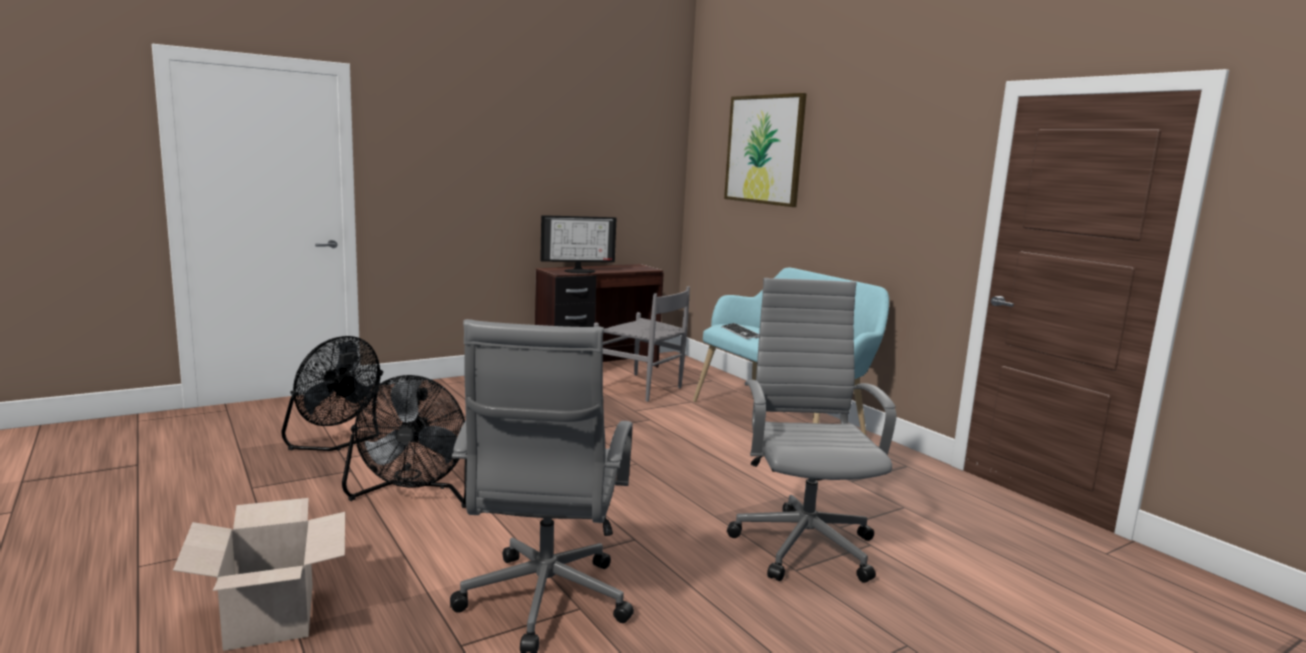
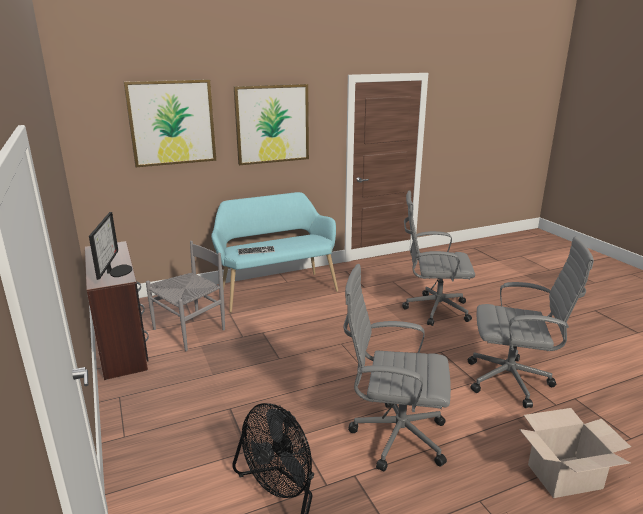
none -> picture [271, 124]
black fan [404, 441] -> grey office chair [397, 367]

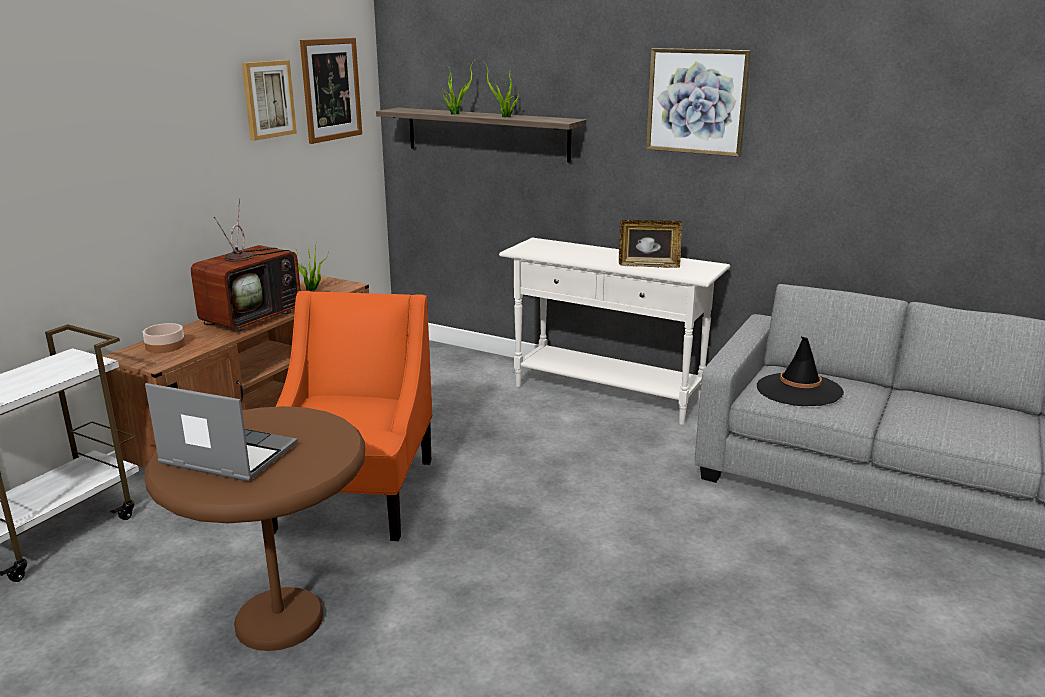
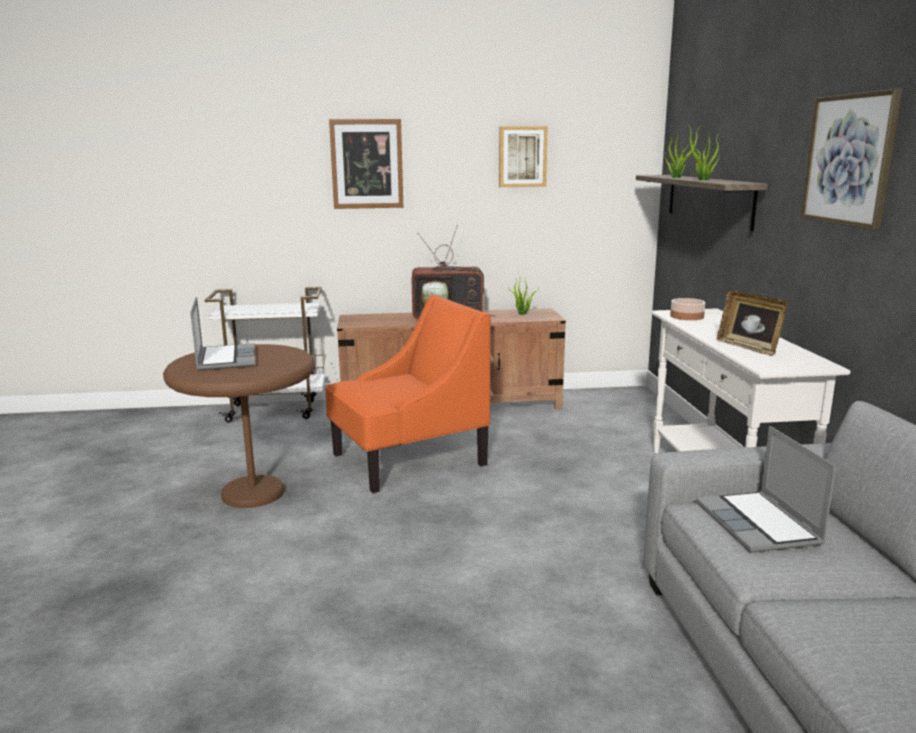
bowl [164, 338] -> bowl [687, 309], relocated
picture [331, 91] -> picture [366, 164], relocated
black hat [800, 371] -> laptop [766, 489]

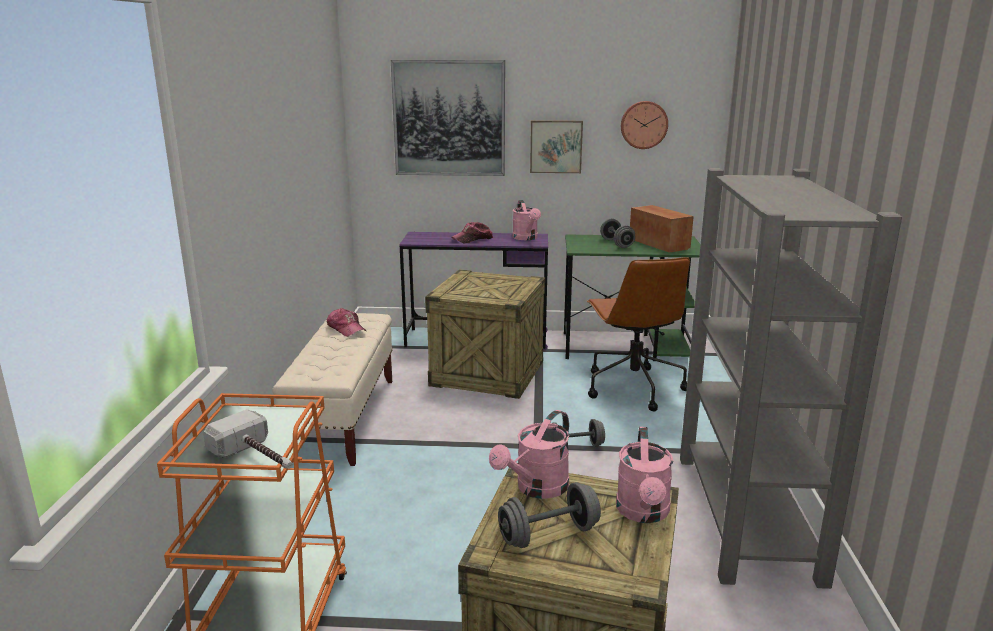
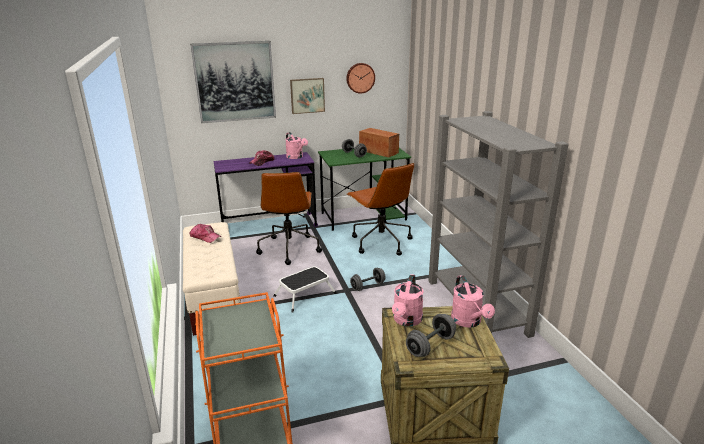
hammer [248, 439] -> none
none -> black step ladder [305, 289]
crate [485, 334] -> brown office chair [289, 218]

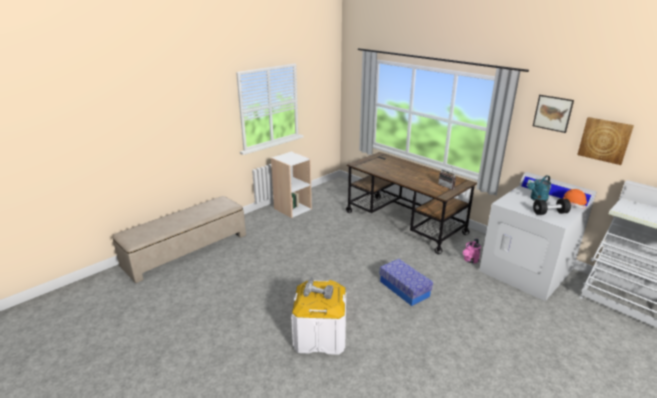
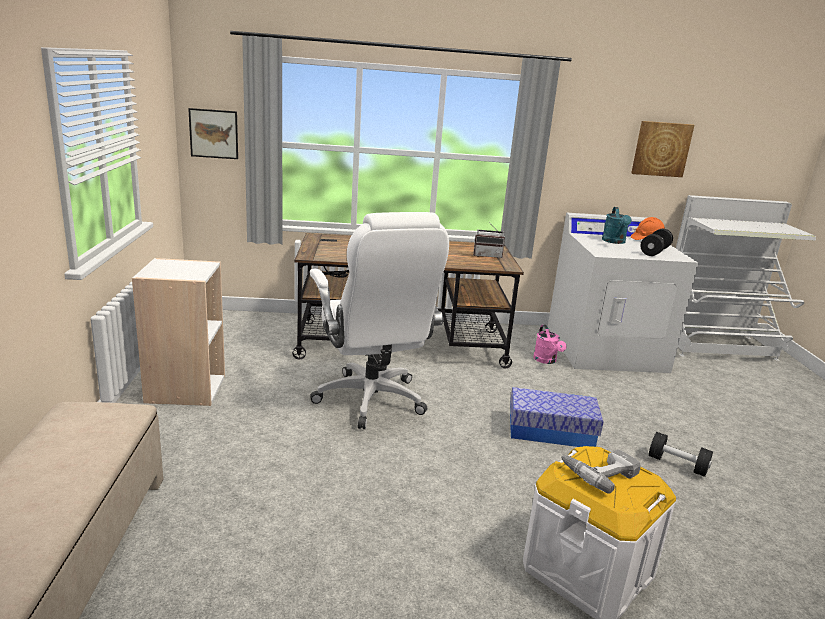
none -> white office chair [379, 320]
none -> black dumbbell [681, 454]
picture [553, 114] -> picture [213, 133], relocated

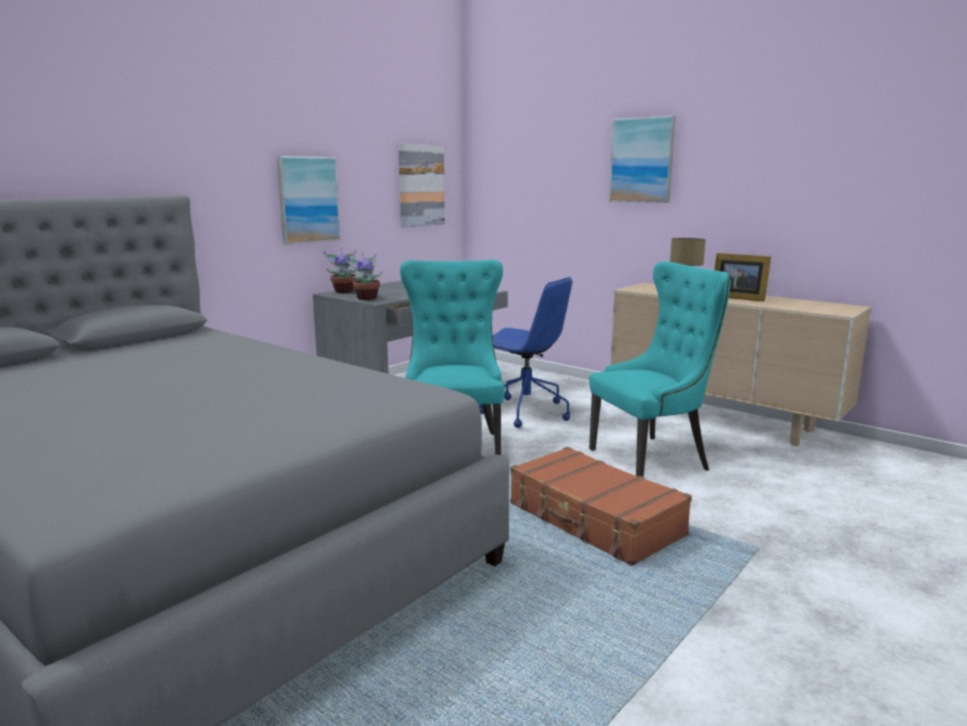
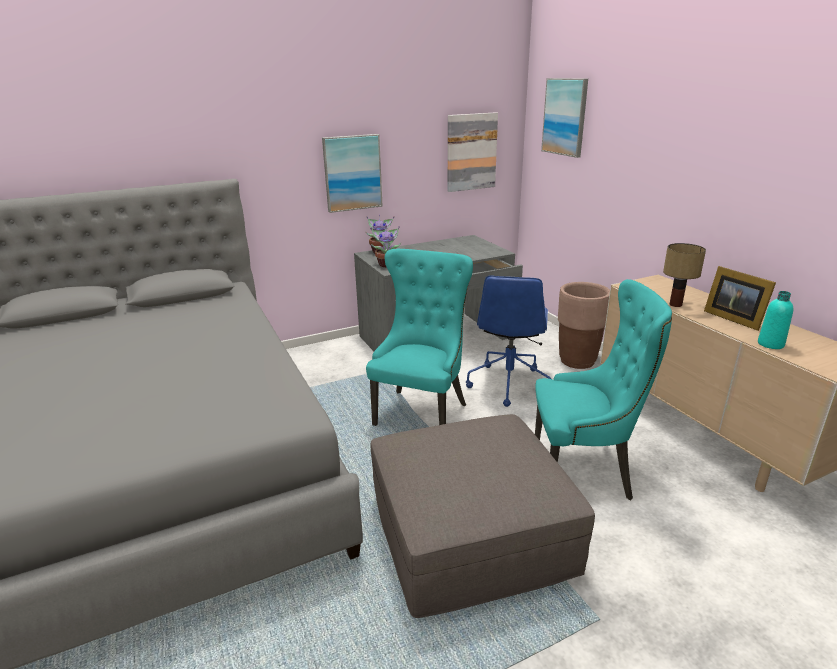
none -> brown planter [584, 325]
none -> turquoise bottle [775, 320]
picture [642, 159] -> picture [564, 118], relocated
brown suitcase [601, 506] -> grey ottoman [483, 516]
blue office chair [525, 352] -> blue office chair [508, 341], 45 degrees clockwise

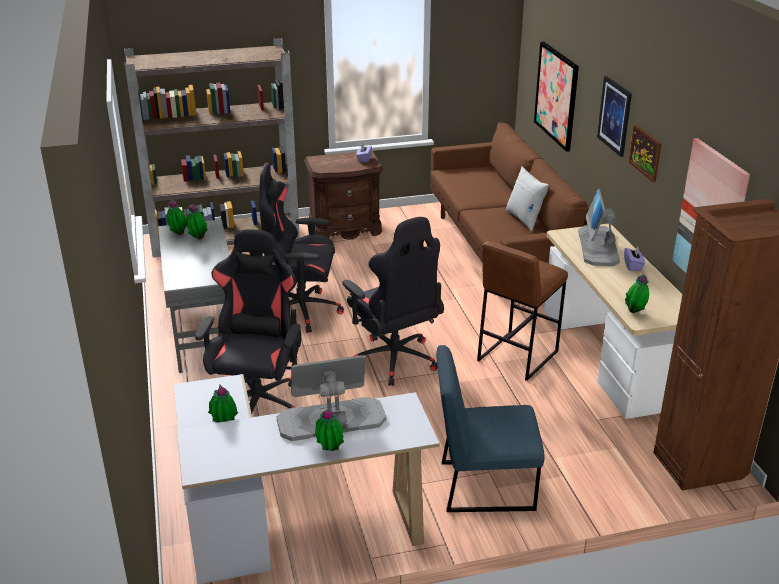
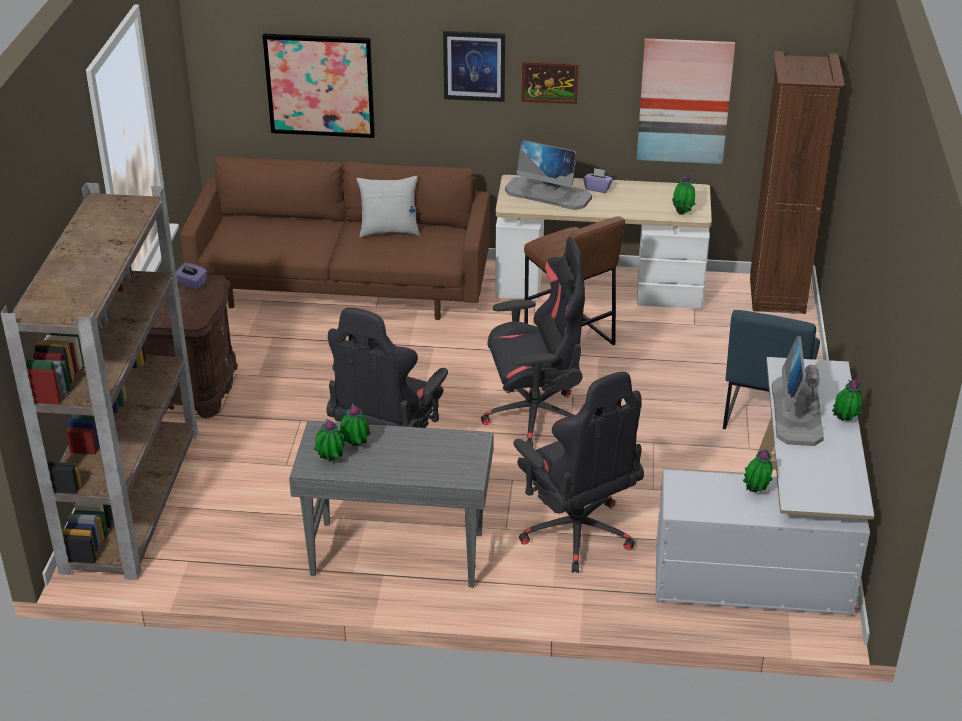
black office chair [248, 321] -> black office chair [579, 472], 150 degrees counterclockwise

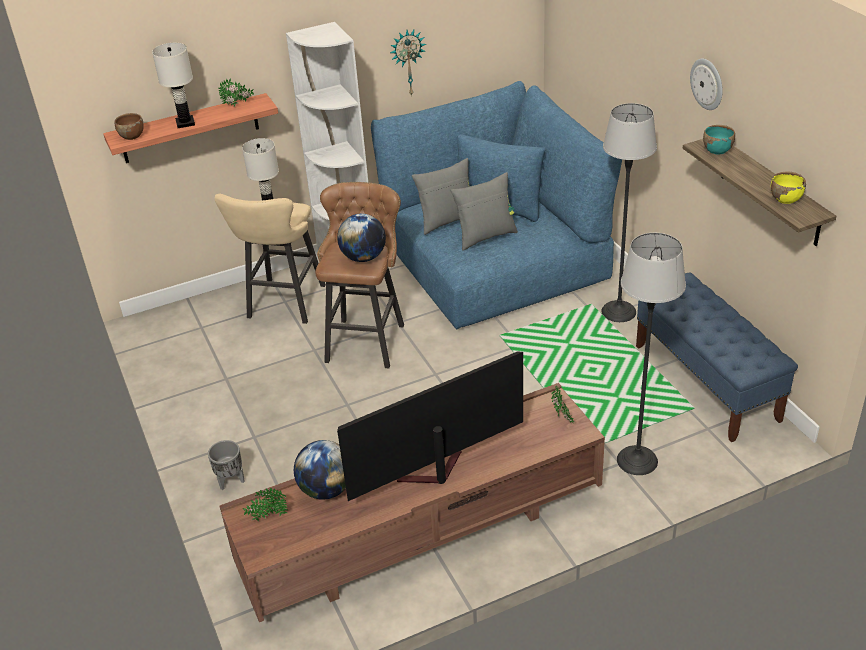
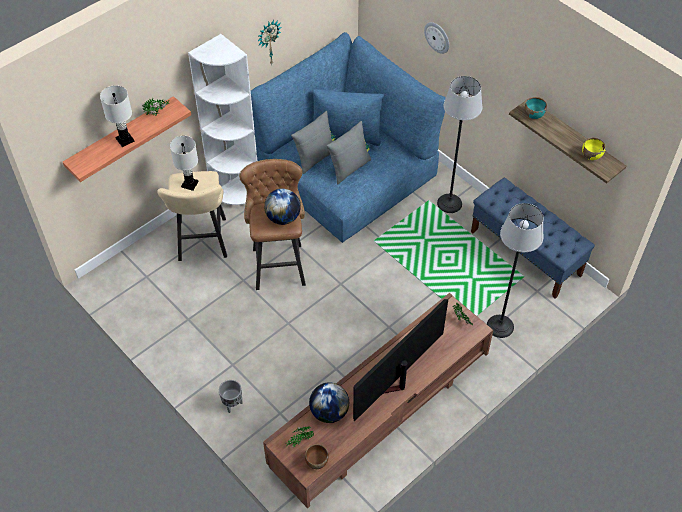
brown bowl [128, 126] -> brown bowl [317, 456], relocated
wall clock [706, 84] -> wall clock [436, 38], relocated

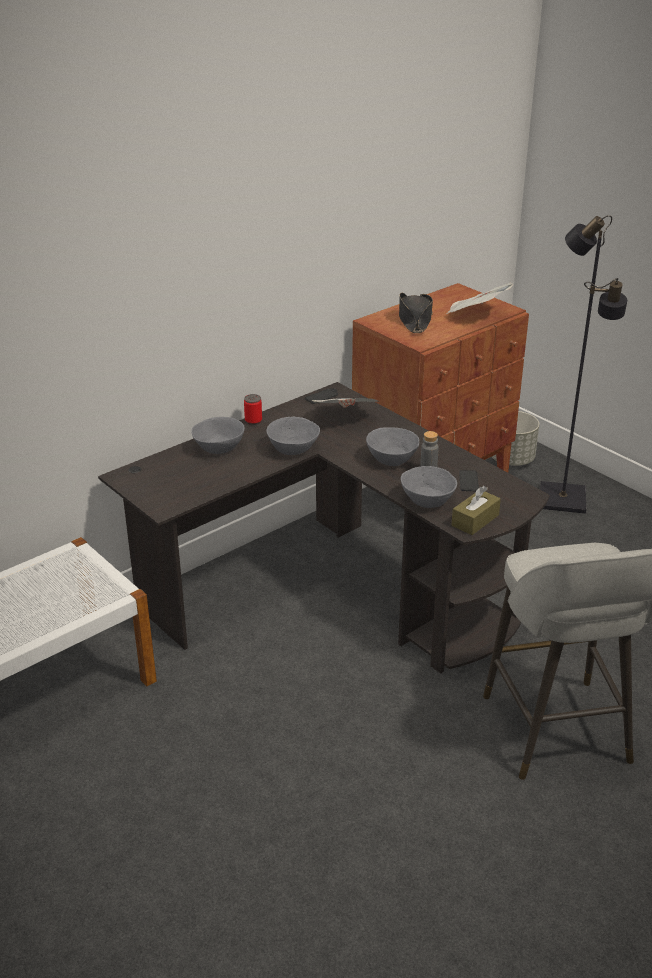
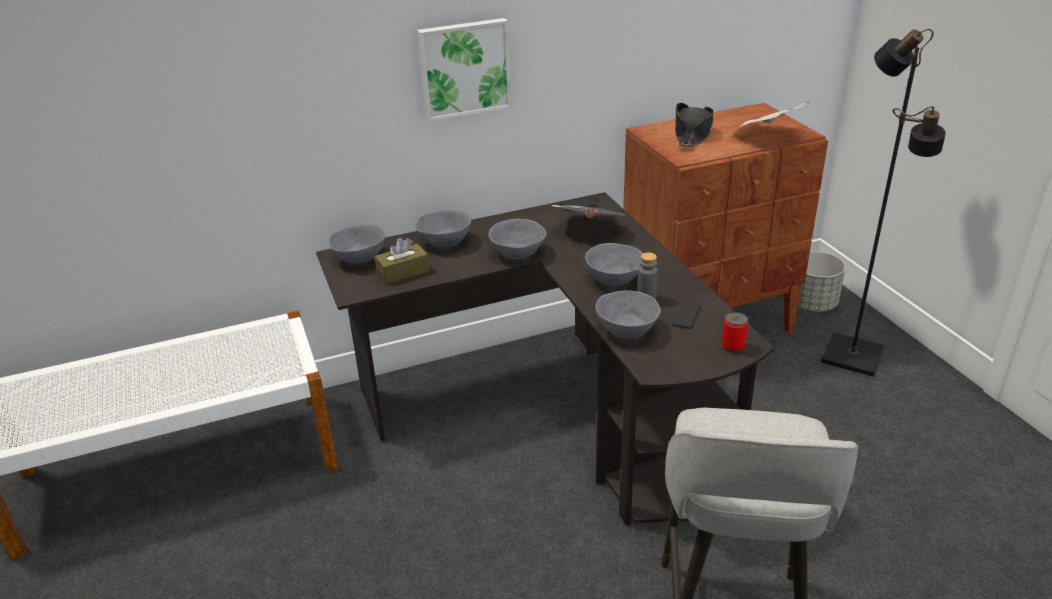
none -> grey bowl [357, 244]
none -> picture [464, 70]
can [253, 409] -> can [735, 332], relocated
brown tissue box [476, 510] -> brown tissue box [401, 261], relocated

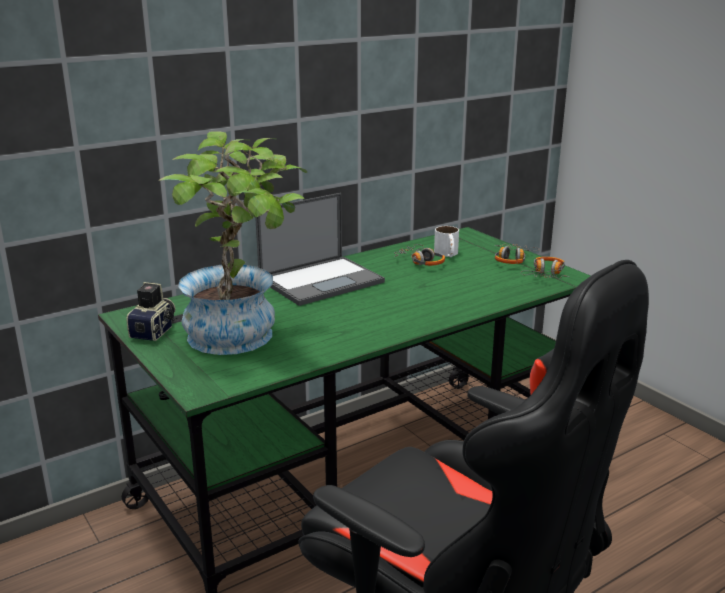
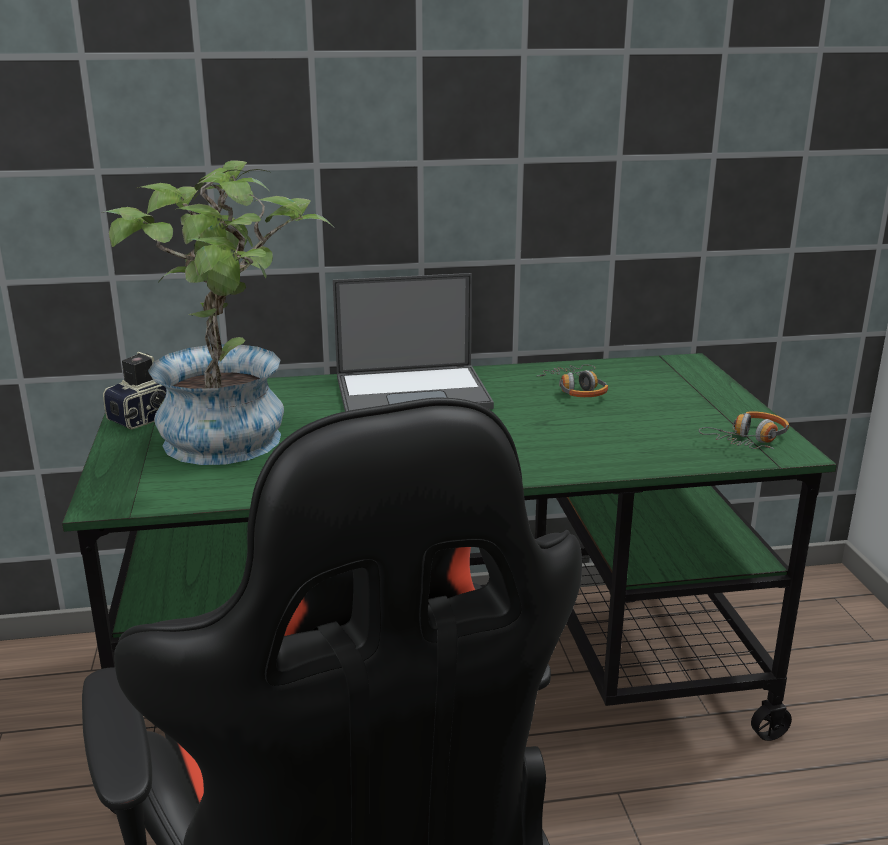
white mug [446, 241] -> none
headphones [517, 254] -> none

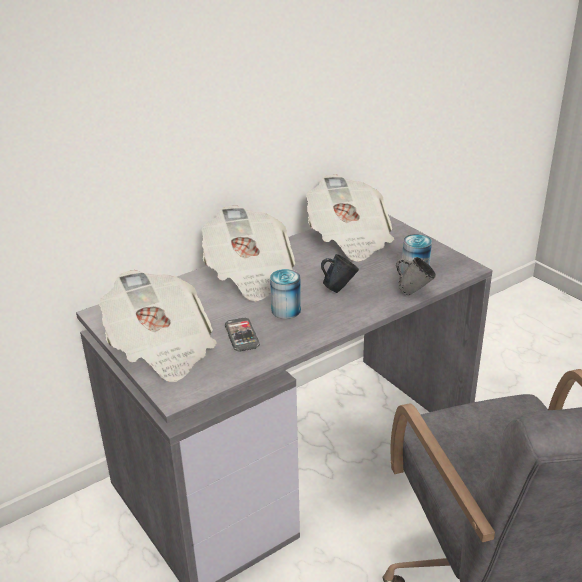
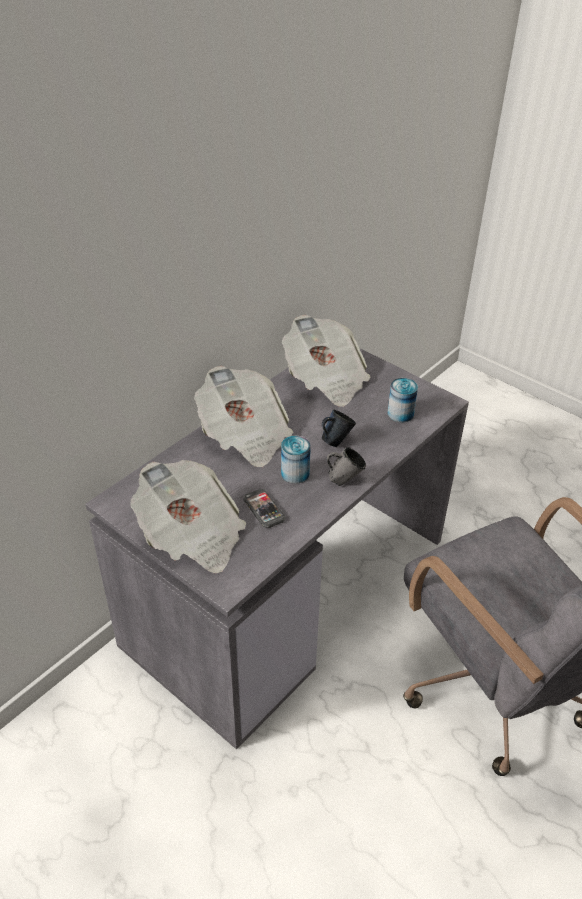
grey mug [416, 276] -> grey mug [346, 466], relocated

